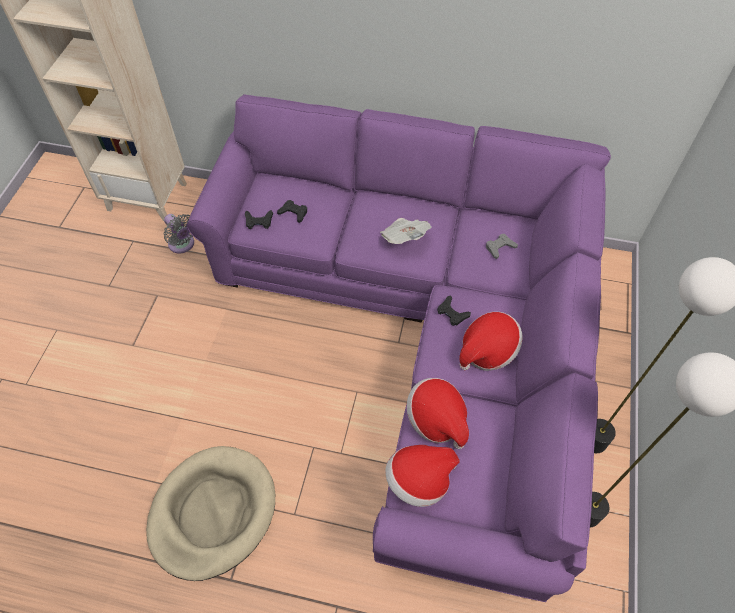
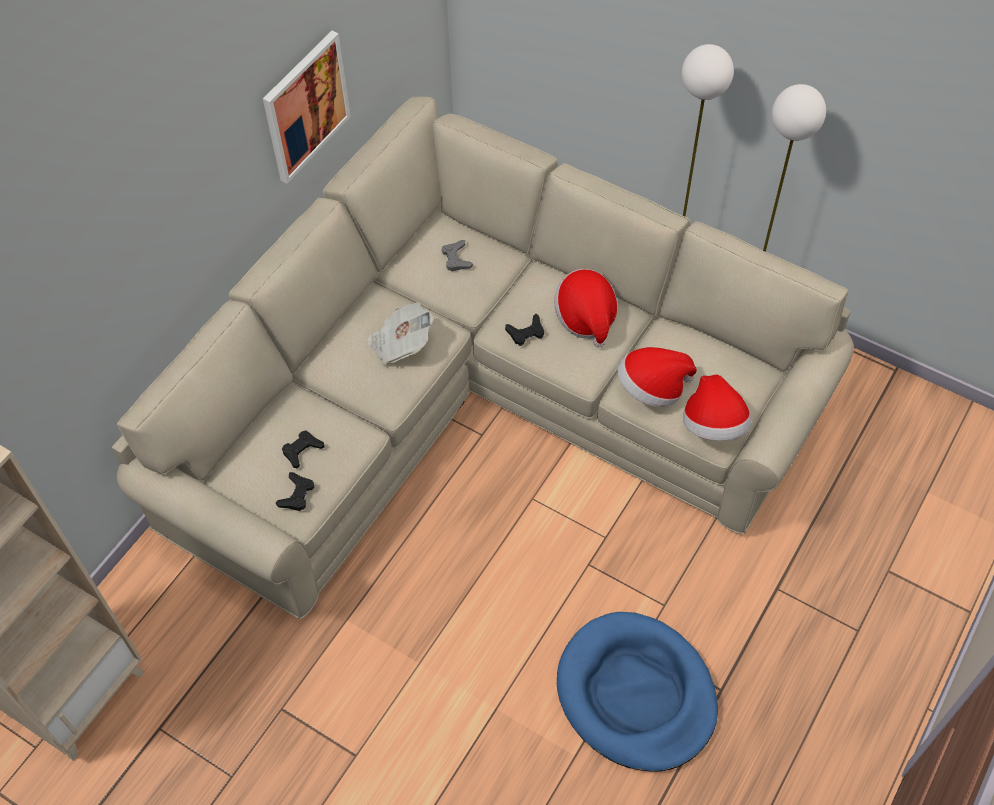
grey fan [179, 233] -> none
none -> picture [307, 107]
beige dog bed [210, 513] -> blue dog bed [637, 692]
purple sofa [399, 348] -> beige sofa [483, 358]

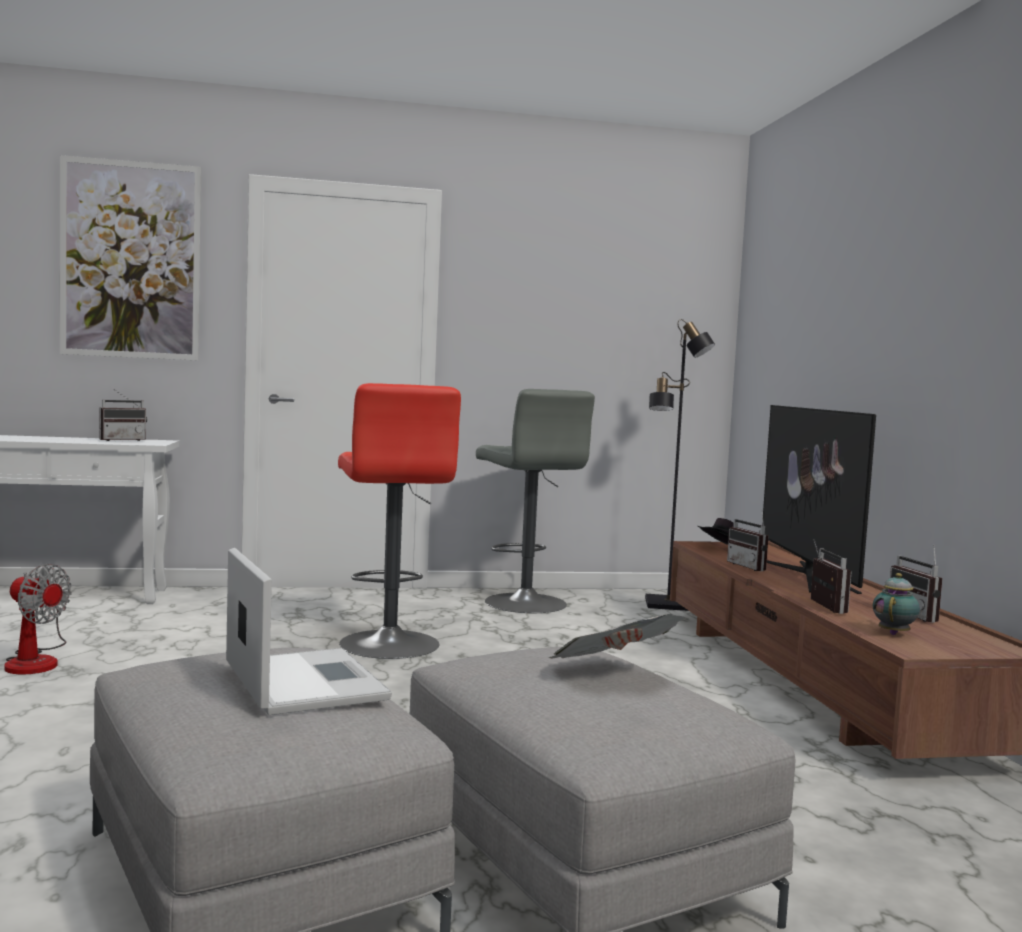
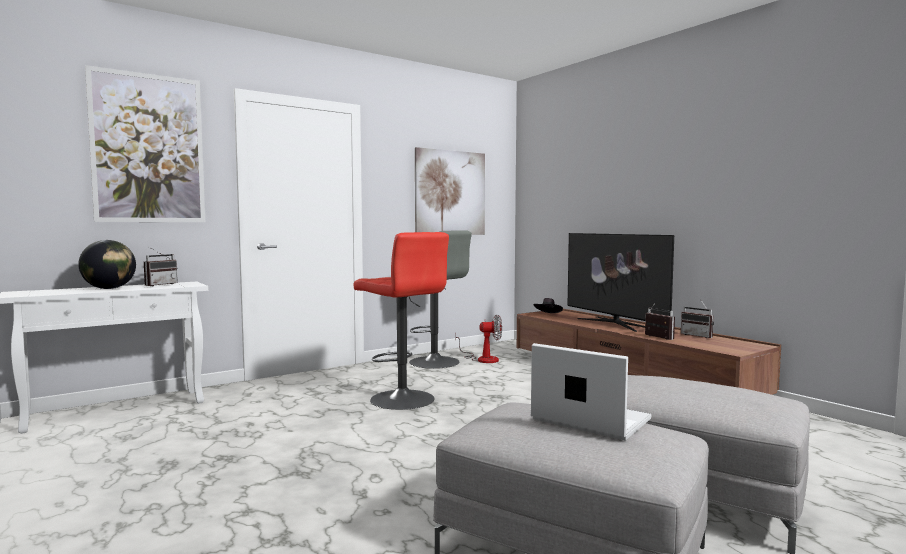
newspaper [616, 636] -> none
black floor lamp [680, 465] -> none
radio [748, 541] -> none
teapot [896, 604] -> none
none -> globe [107, 264]
none -> picture [450, 191]
fan [38, 619] -> fan [479, 338], relocated

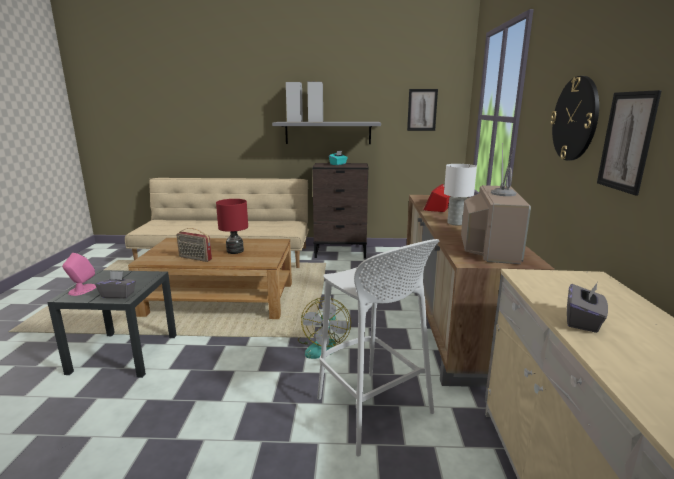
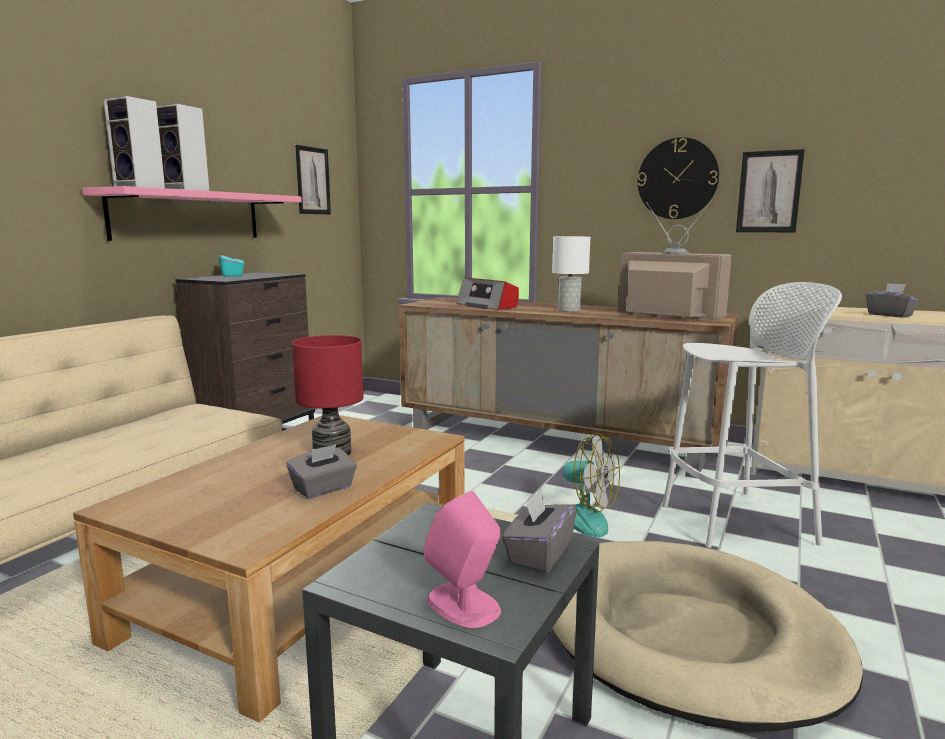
none -> beige dog bed [707, 636]
radio [194, 245] -> grey tissue box [322, 471]
grey shelf [326, 133] -> pink shelf [192, 213]

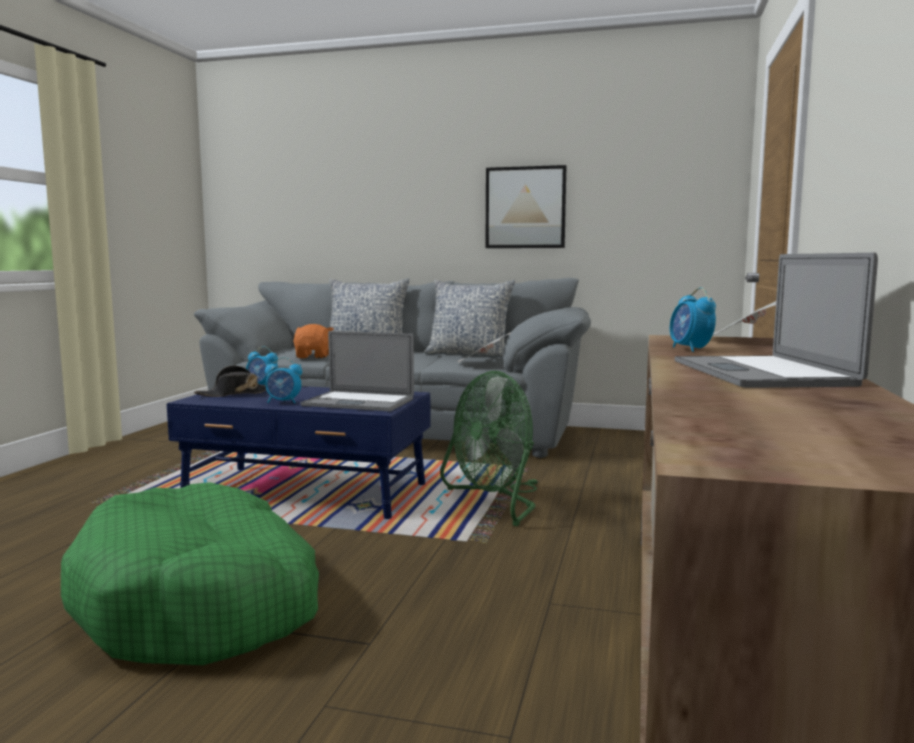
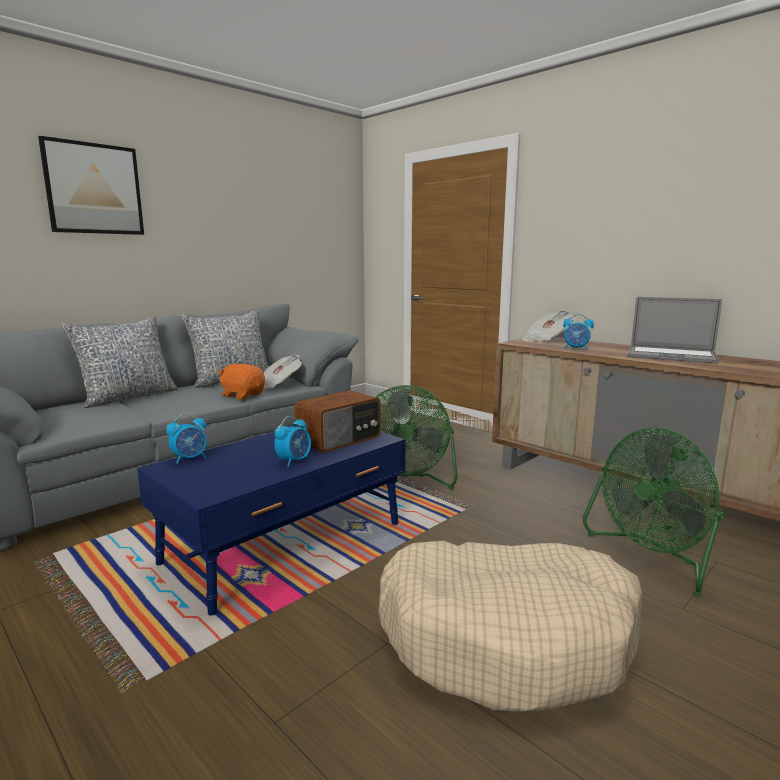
black hat [230, 381] -> none
none -> green fan [654, 512]
orange plush toy [313, 341] -> orange plush toy [241, 382], relocated
picture [525, 206] -> picture [91, 185], relocated
laptop [357, 371] -> radio [337, 421]
green dog bed [190, 573] -> beige dog bed [510, 626]

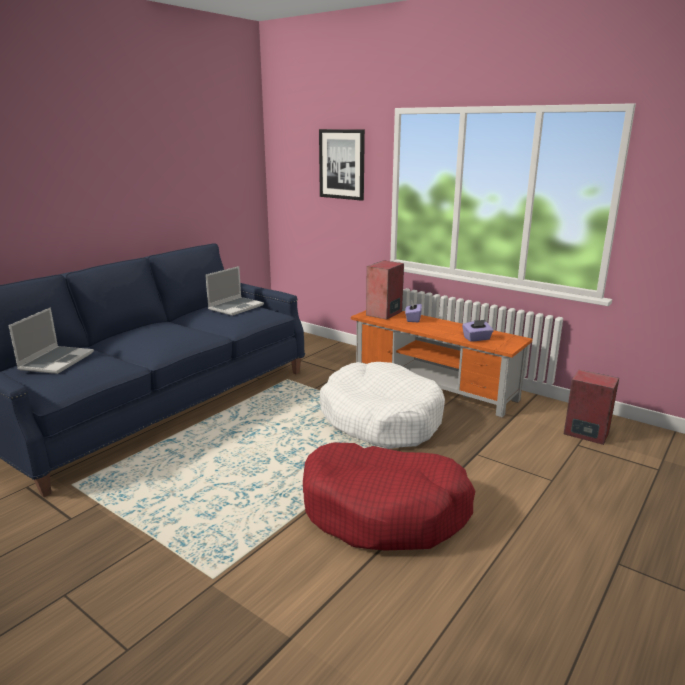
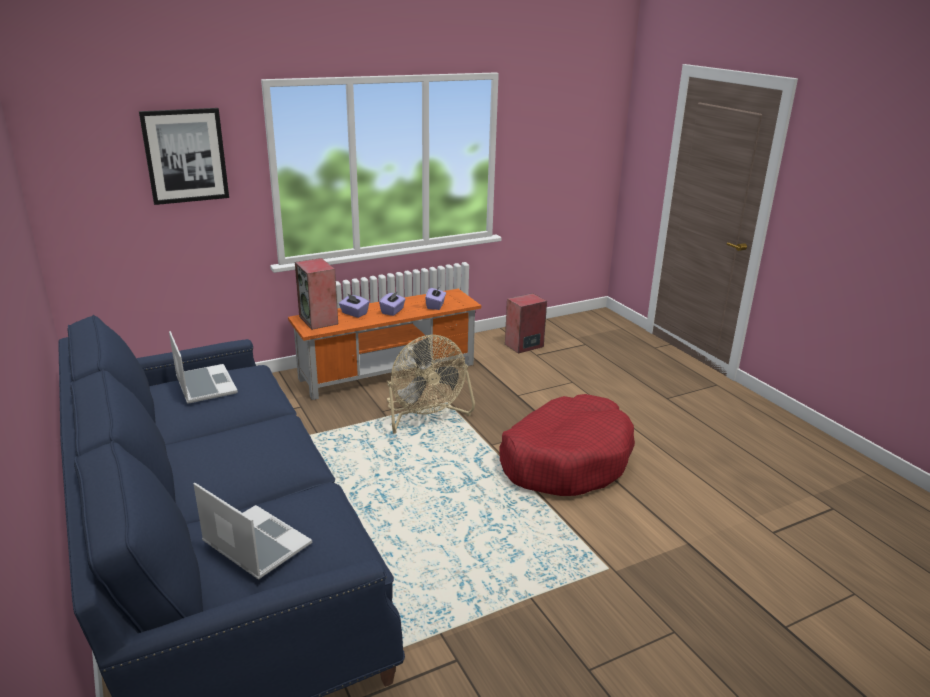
none -> purple tissue box [392, 303]
white dog bed [382, 405] -> beige fan [431, 384]

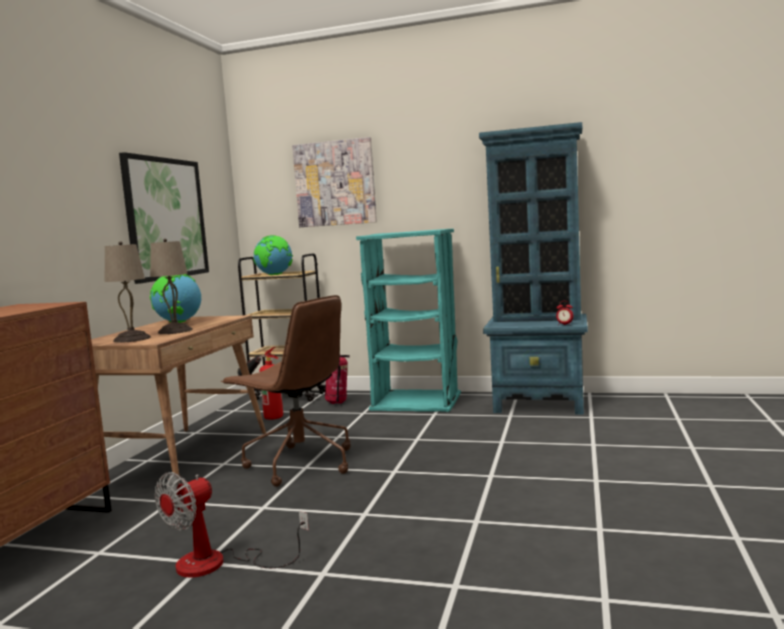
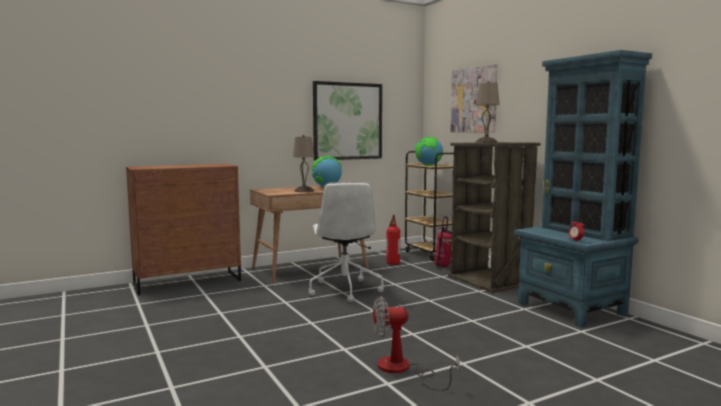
beige table lamp [128, 292] -> beige table lamp [488, 112], relocated
fan [232, 525] -> fan [416, 343], relocated
brown office chair [285, 391] -> white office chair [346, 242]
turquoise bookcase [408, 320] -> brown bookcase [494, 217]

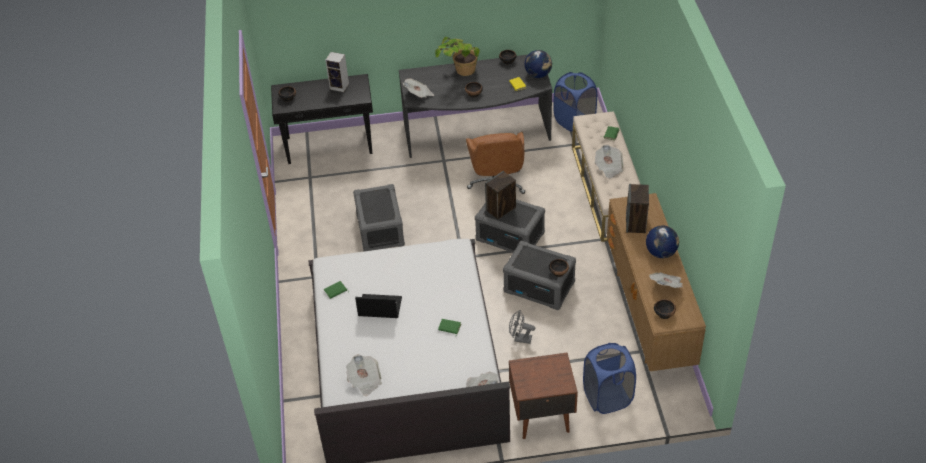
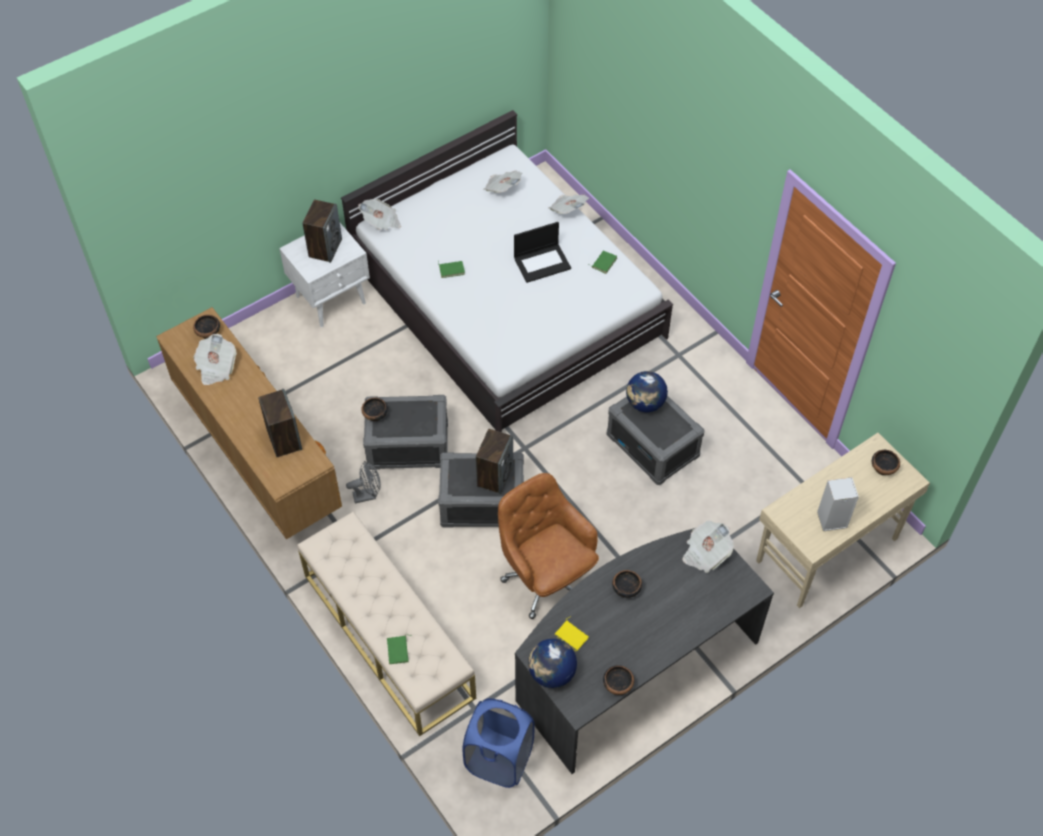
potted plant [457, 56] -> none
blue laundry basket [609, 378] -> none
none -> speaker [322, 231]
grey fan [522, 327] -> grey fan [363, 482], relocated
newspaper [609, 161] -> newspaper [569, 204], relocated
globe [662, 241] -> globe [647, 391], relocated
black console table [322, 119] -> beige console table [843, 520]
brown nightstand [543, 396] -> white nightstand [324, 275]

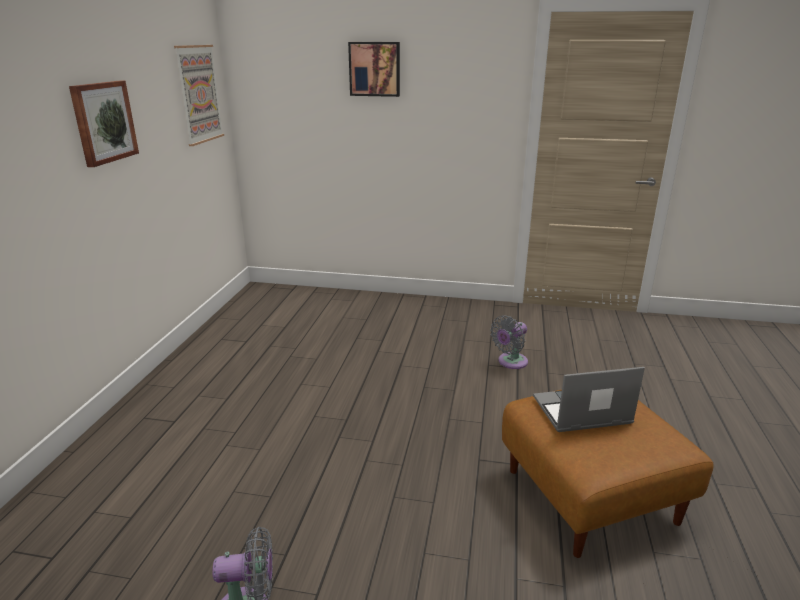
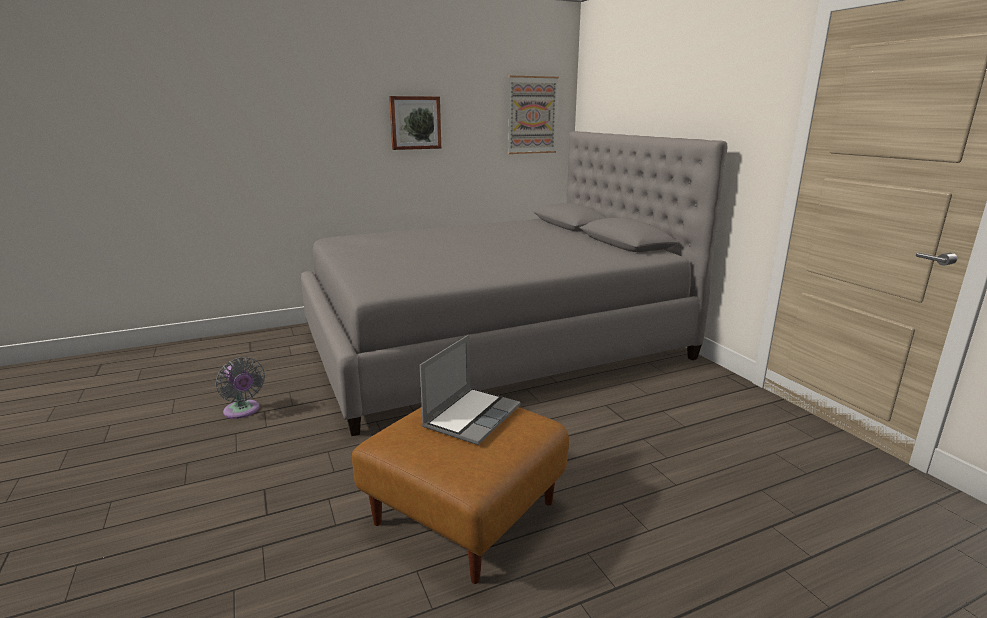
picture [374, 69] -> none
grey fan [509, 342] -> none
none -> grey bed [514, 283]
laptop [589, 399] -> laptop [470, 390], 75 degrees clockwise

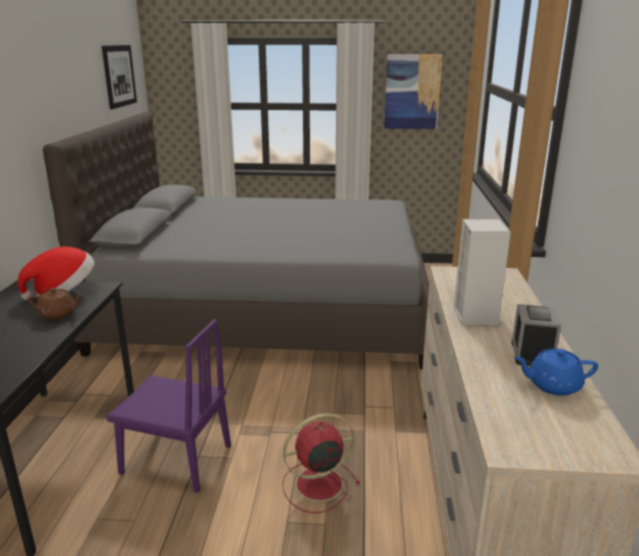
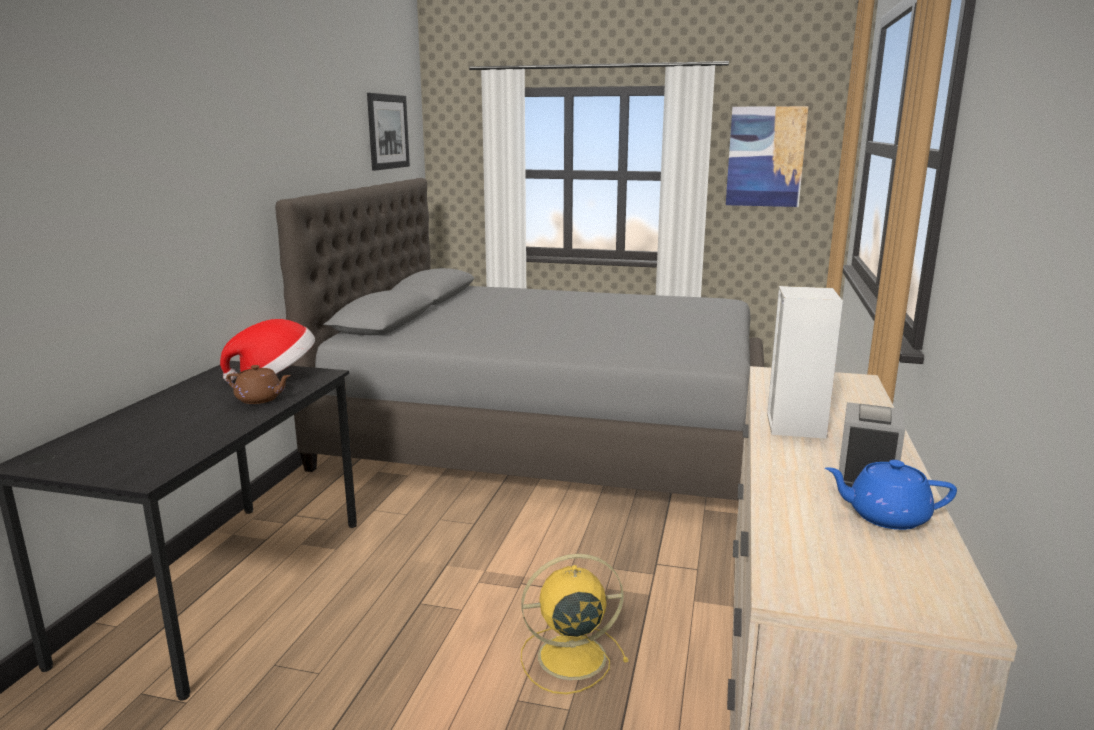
purple chair [168, 406] -> none
red fan [321, 463] -> yellow fan [574, 624]

